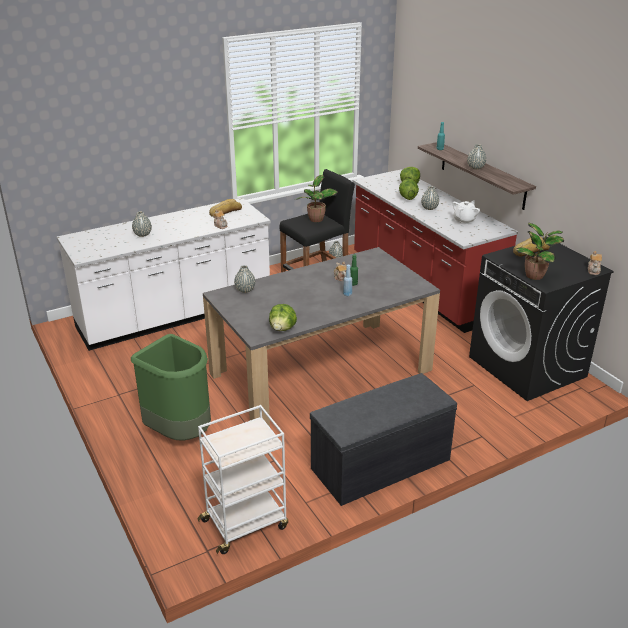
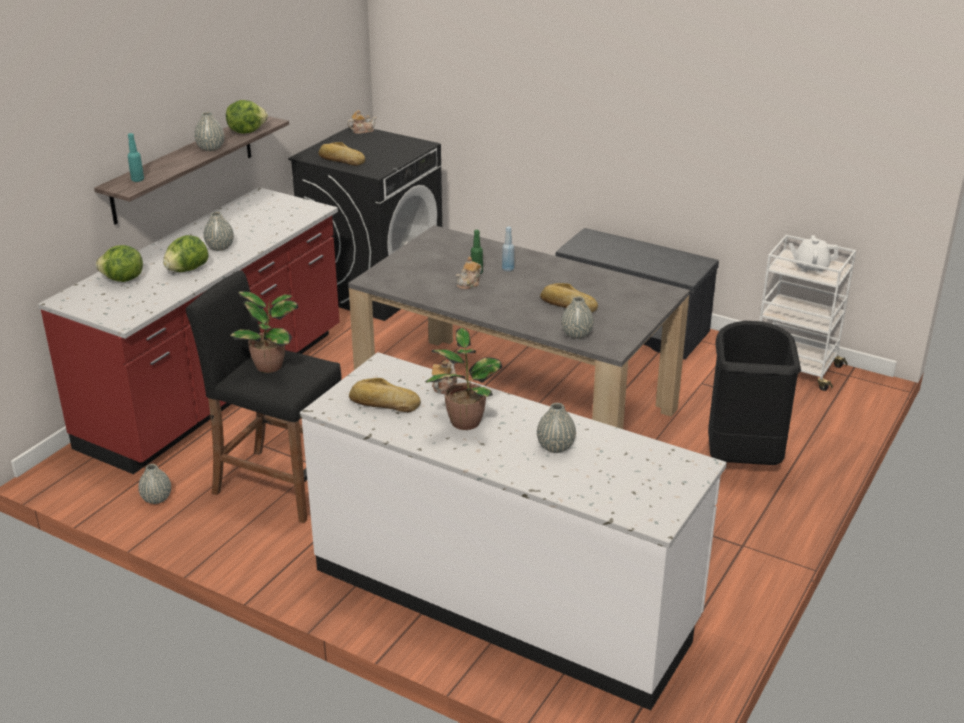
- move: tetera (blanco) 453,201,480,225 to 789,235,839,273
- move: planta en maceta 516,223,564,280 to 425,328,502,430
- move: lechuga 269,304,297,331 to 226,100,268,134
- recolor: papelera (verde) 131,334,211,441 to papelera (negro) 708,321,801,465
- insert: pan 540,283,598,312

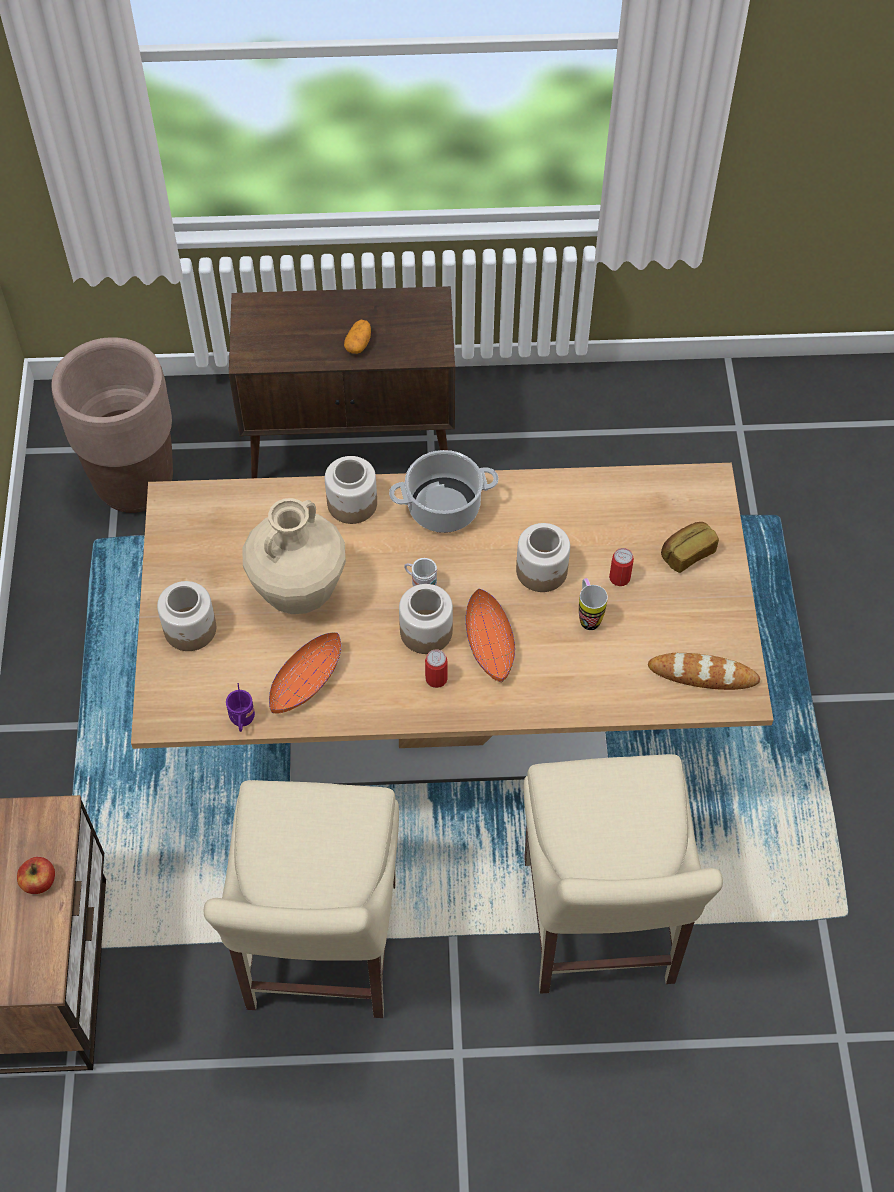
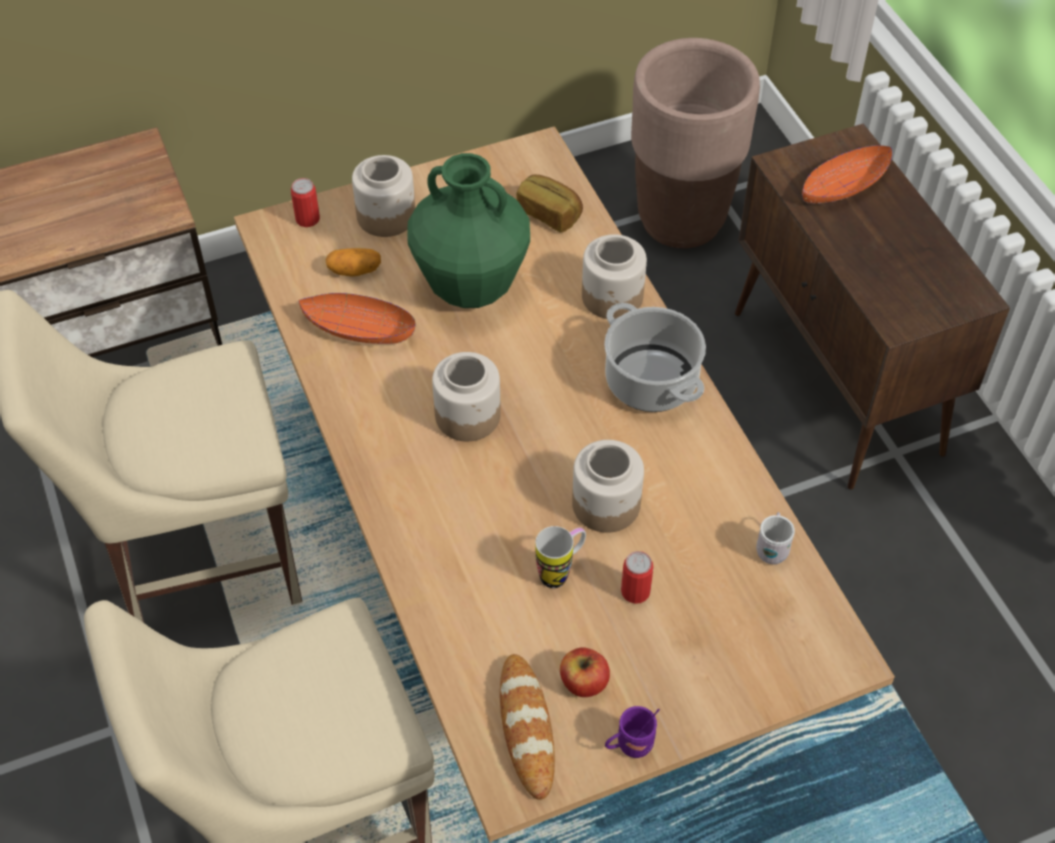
- move: patata 344,320,371,354 to 326,248,381,277
- recolor: florero (beis) 243,498,346,614 to florero (verde) 407,153,530,308
- move: pan 661,522,719,573 to 516,175,583,232
- move: taza grande (blanco) 404,558,438,586 to 756,512,795,564
- move: cuenco (naranja) 466,589,515,683 to 802,145,892,203
- move: lata 425,649,448,688 to 291,178,320,227
- move: taza grande (morado) 226,683,255,732 to 605,706,660,758
- move: manzana 17,857,55,894 to 560,648,610,697

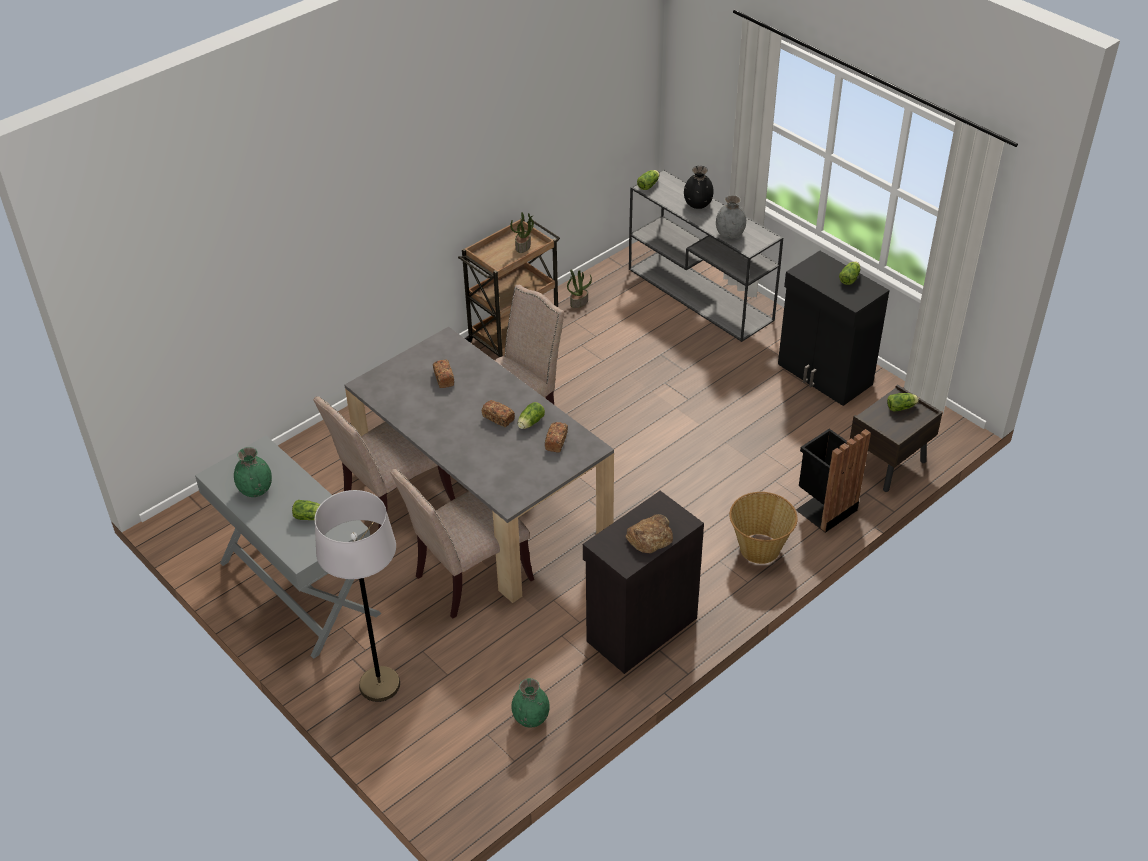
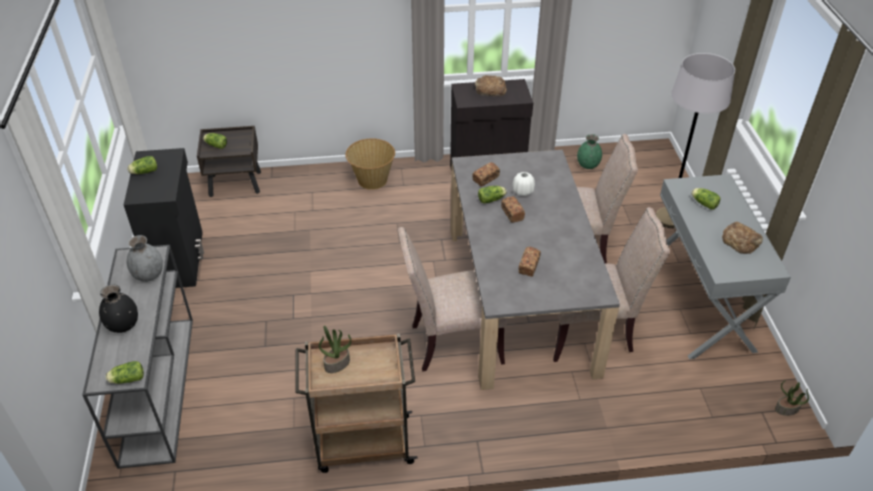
- move: planta en maceta 567,270,592,308 to 775,380,809,416
- delete: papelera (negro) 796,429,871,533
- replace: florero (verde) 234,447,272,497 to pan 722,222,763,254
- insert: florero (blanco) 512,172,535,196

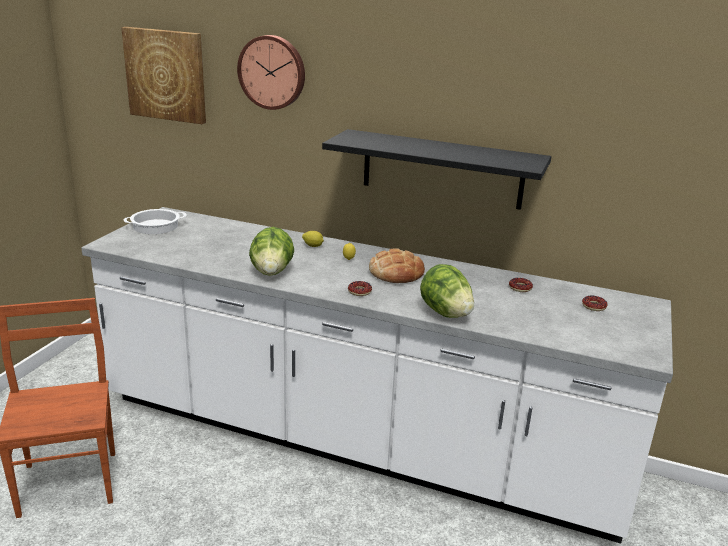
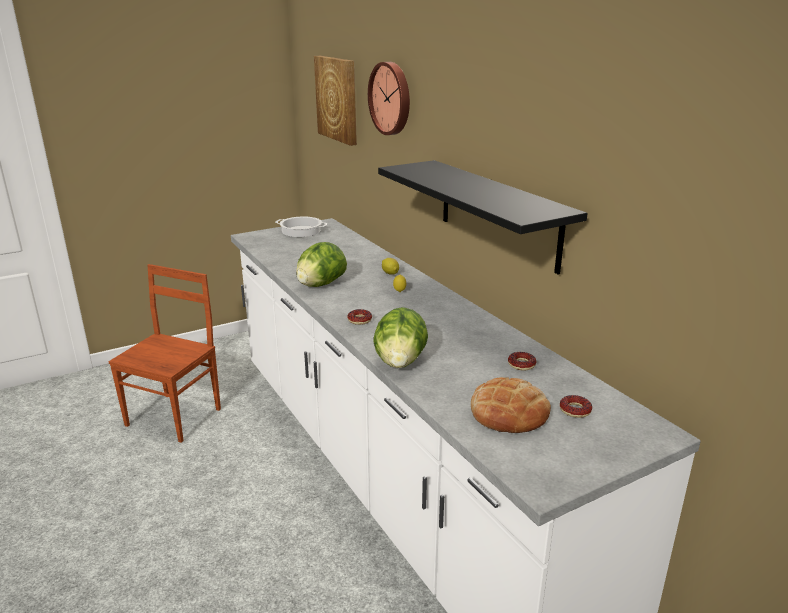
- move: pan 369,248,425,283 to 471,377,551,433

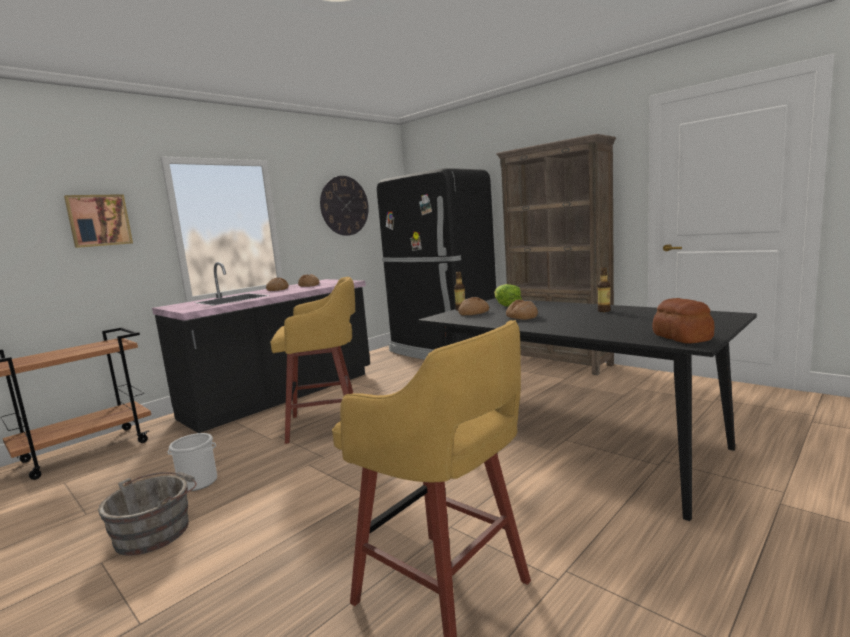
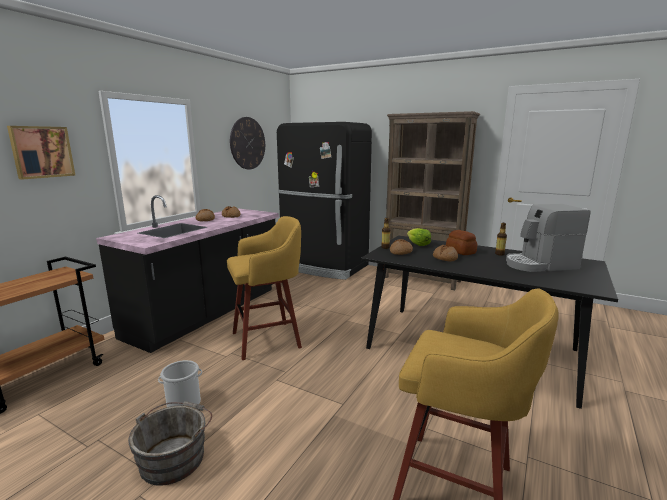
- move: pan 653,298,714,343 to 446,230,477,255
- insert: cafetera 506,204,591,272

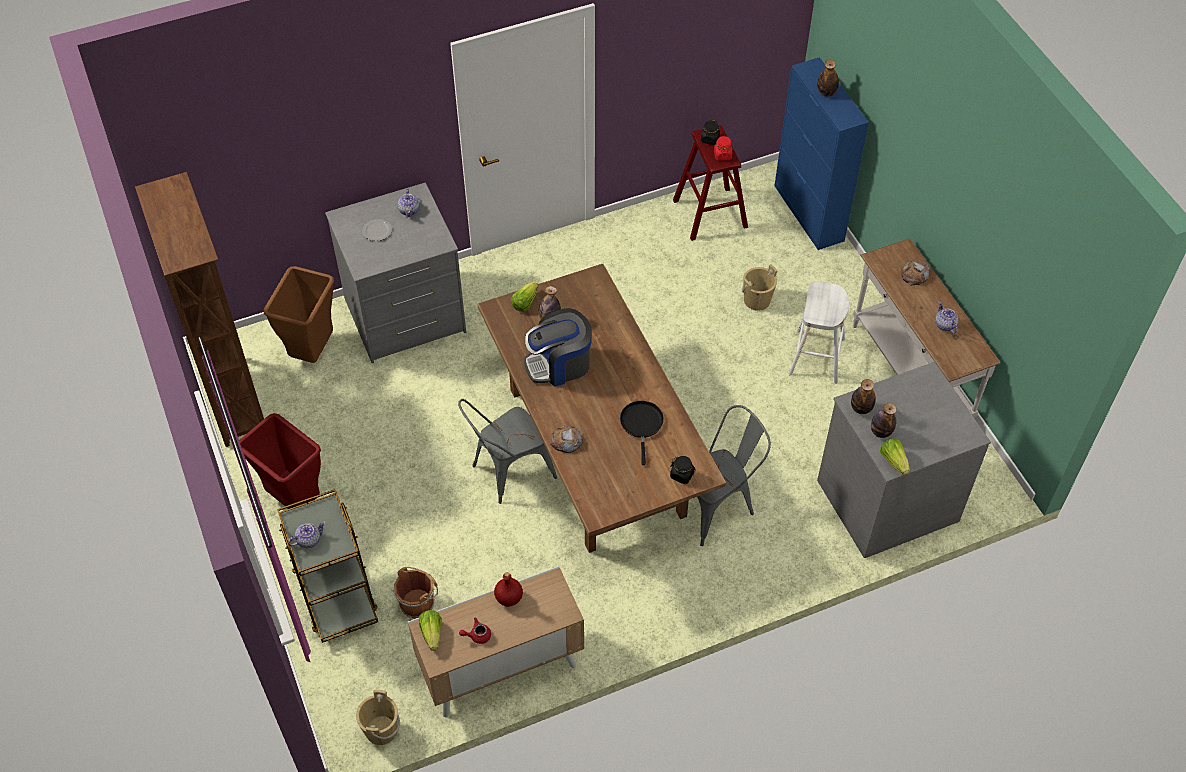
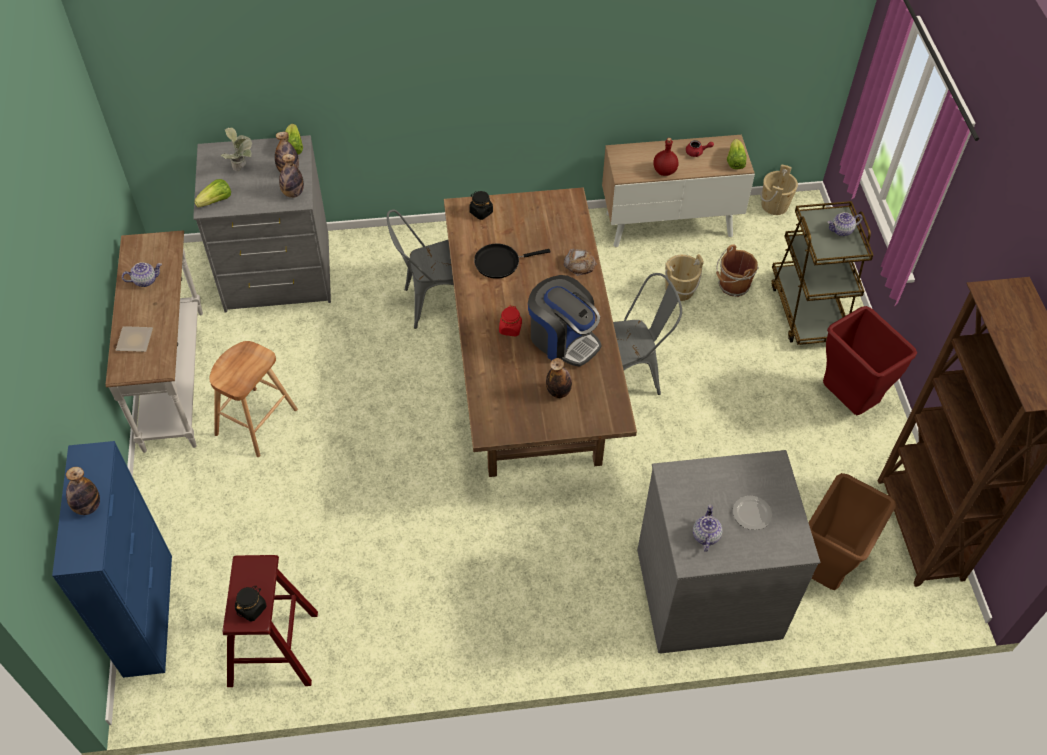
- move: tarro (rojo) 714,136,732,160 to 499,306,522,337
- replace: pan 901,260,929,285 to plato 116,326,153,352
- move: cubo (beis) 742,264,777,311 to 665,254,704,301
- recolor: taburete (blanco) 789,281,849,384 to taburete (marrón) 209,341,298,457
- move: lechuga 511,282,538,312 to 194,179,231,207
- rotate: tetera 935,302,958,334 = 122,262,162,287 105 degrees counterclockwise
- rotate: cafetera 524,308,592,387 = 528,275,601,367 45 degrees clockwise
- rotate: sartén (negro) 620,401,664,465 = 474,244,550,279 60 degrees clockwise
- insert: planta en maceta 221,127,252,171

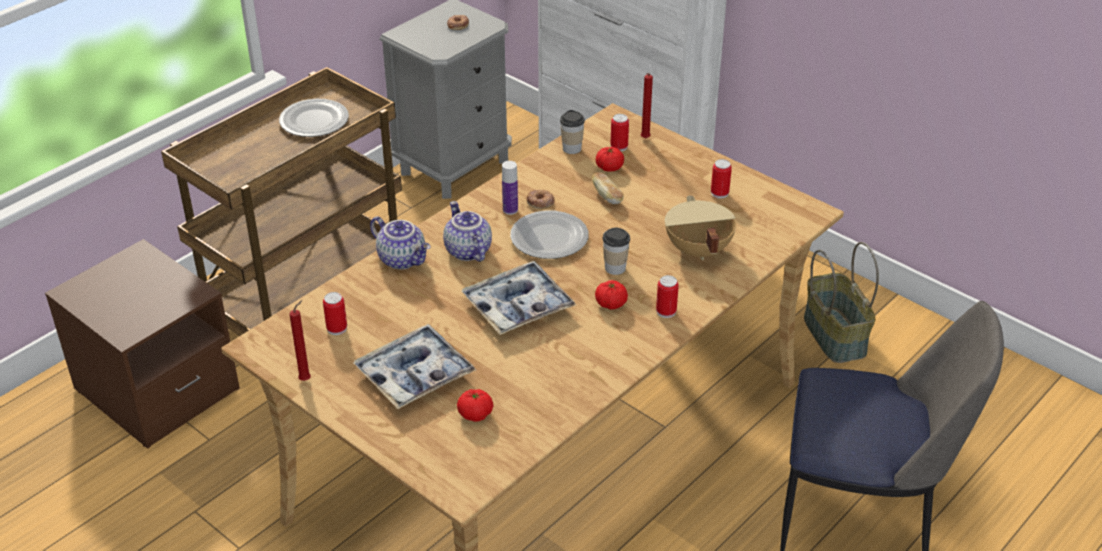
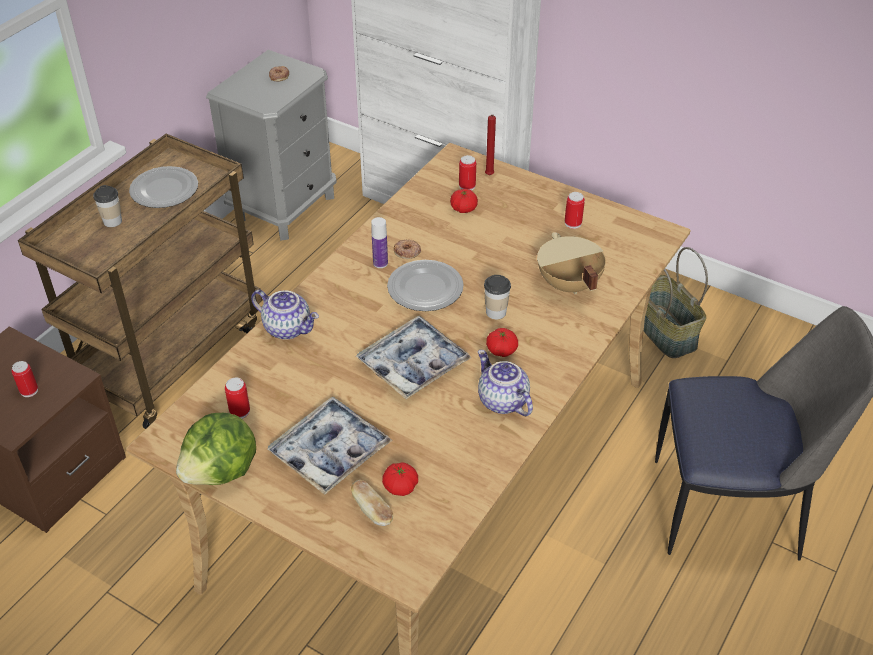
- move: taza 560,110,585,154 to 93,185,122,227
- move: pan 592,172,624,204 to 351,480,394,526
- move: tetera 443,201,492,262 to 478,350,533,416
- move: lata 656,275,679,318 to 11,361,38,397
- replace: vela (rojo) 289,300,311,381 to lechuga 176,413,256,485

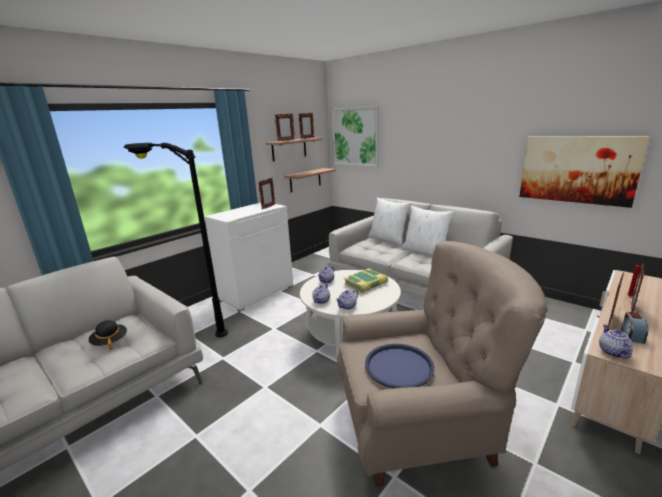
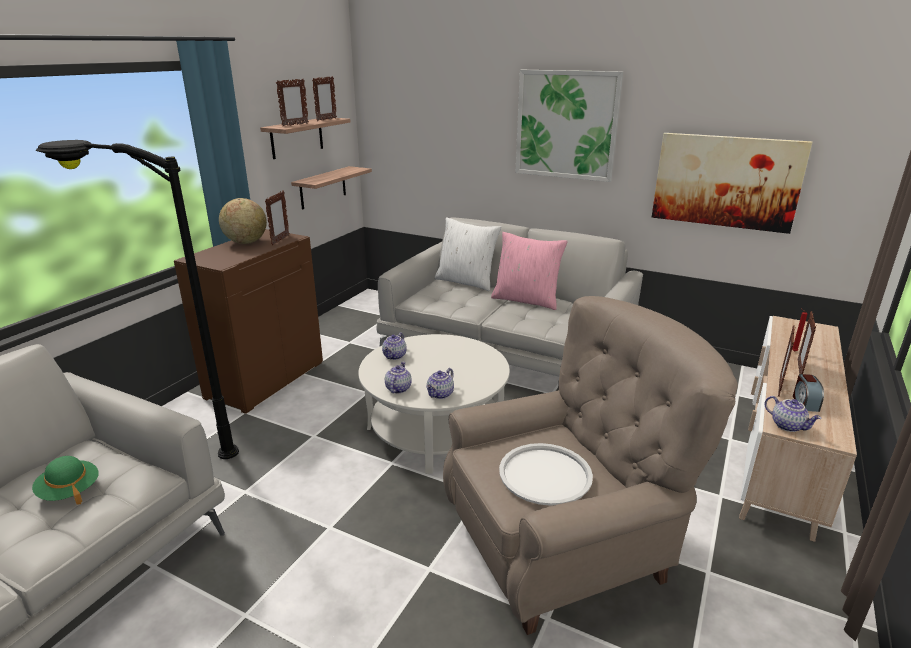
- move: cuadro 332,106,379,167 to 515,70,623,182
- recolor: armario (blanco) 204,202,294,312 to armario (marrón) 174,229,323,414
- recolor: cojín (blanco) 402,206,454,255 to cojín (rosa) 491,232,568,310
- delete: libro 344,268,388,293
- recolor: sombrero (negro) 88,320,127,350 to sombrero (verde) 32,456,99,505
- rotate: tetera 599,324,633,359 = 764,396,822,432 150 degrees clockwise
- recolor: bandeja (azul) 365,344,434,388 to bandeja (blanco) 499,443,593,506
- insert: globo terráqueo 219,198,267,244

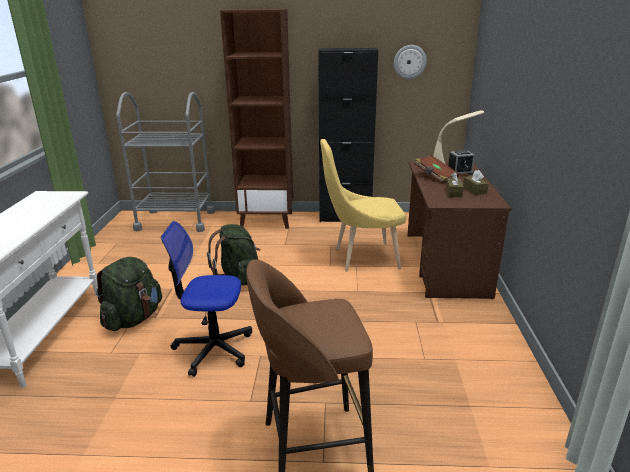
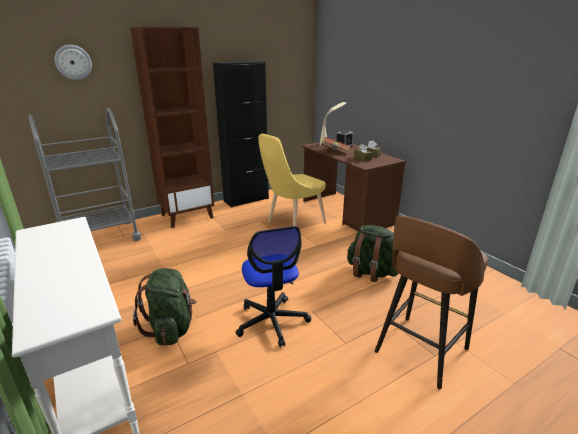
- move: reloj de pared 394,45,427,79 to 55,45,92,80
- rotate: silla de oficina 161,221,252,377 = 235,226,311,347 75 degrees counterclockwise
- move: mochila (verde) 207,224,260,286 to 347,225,399,282

